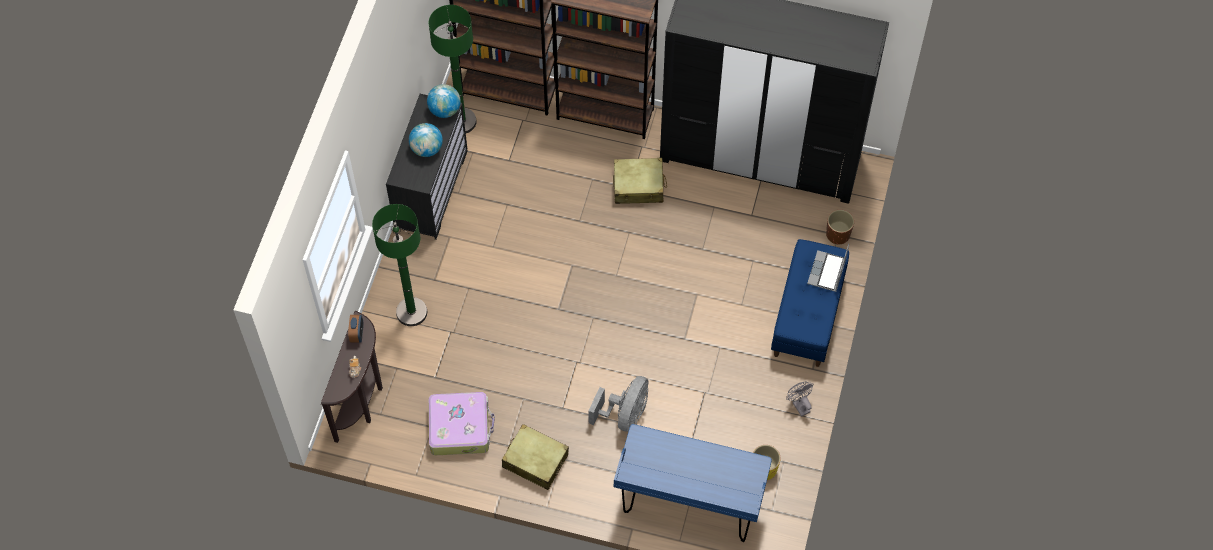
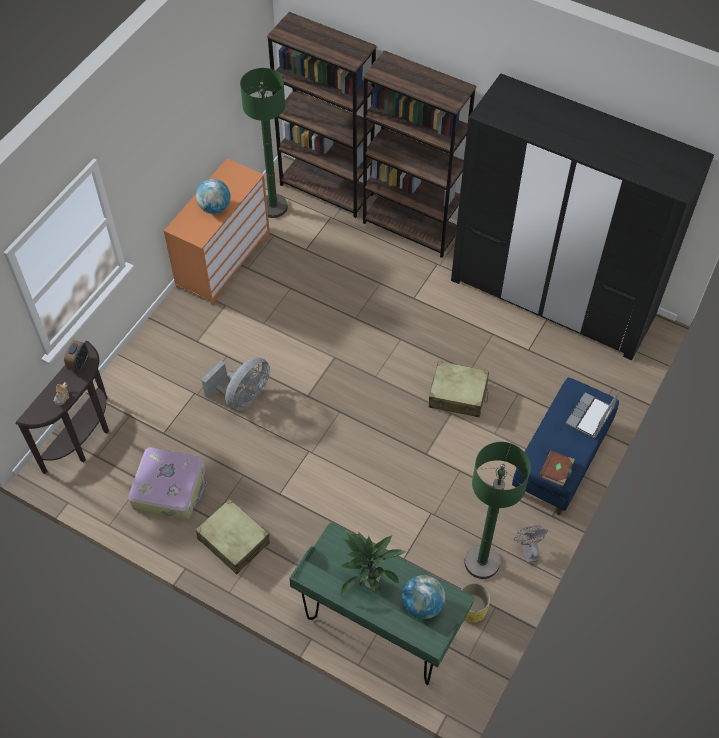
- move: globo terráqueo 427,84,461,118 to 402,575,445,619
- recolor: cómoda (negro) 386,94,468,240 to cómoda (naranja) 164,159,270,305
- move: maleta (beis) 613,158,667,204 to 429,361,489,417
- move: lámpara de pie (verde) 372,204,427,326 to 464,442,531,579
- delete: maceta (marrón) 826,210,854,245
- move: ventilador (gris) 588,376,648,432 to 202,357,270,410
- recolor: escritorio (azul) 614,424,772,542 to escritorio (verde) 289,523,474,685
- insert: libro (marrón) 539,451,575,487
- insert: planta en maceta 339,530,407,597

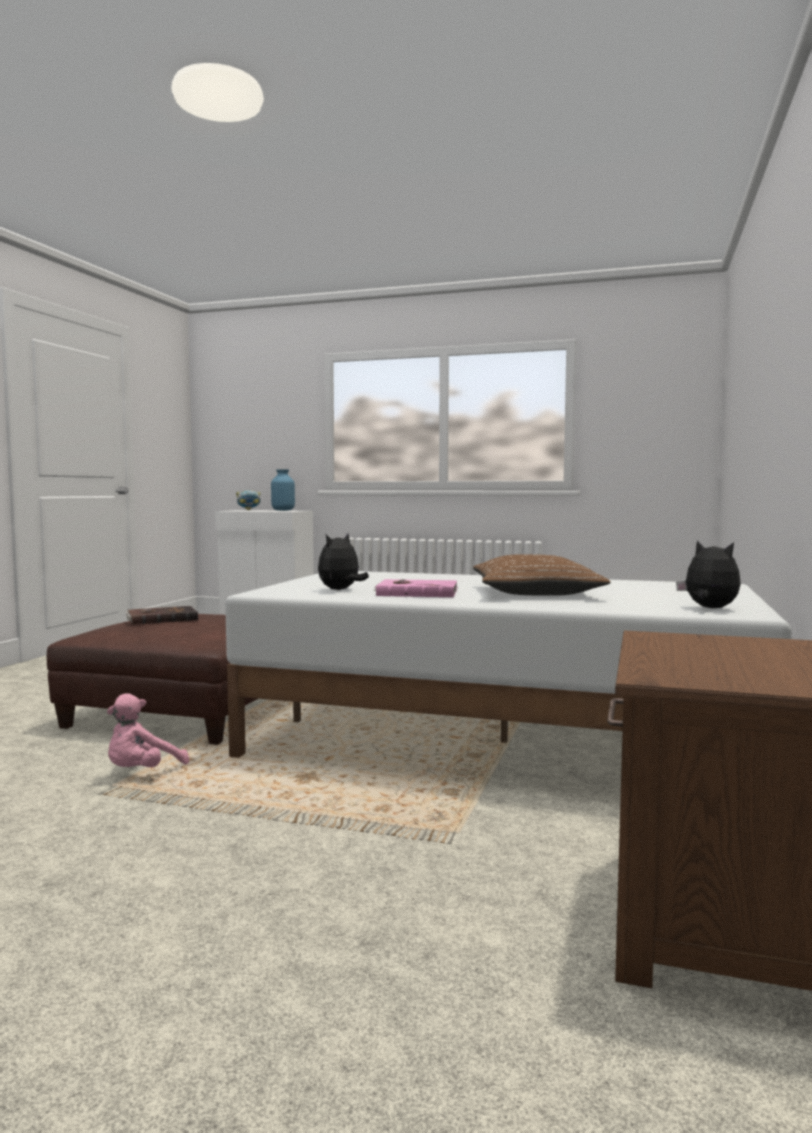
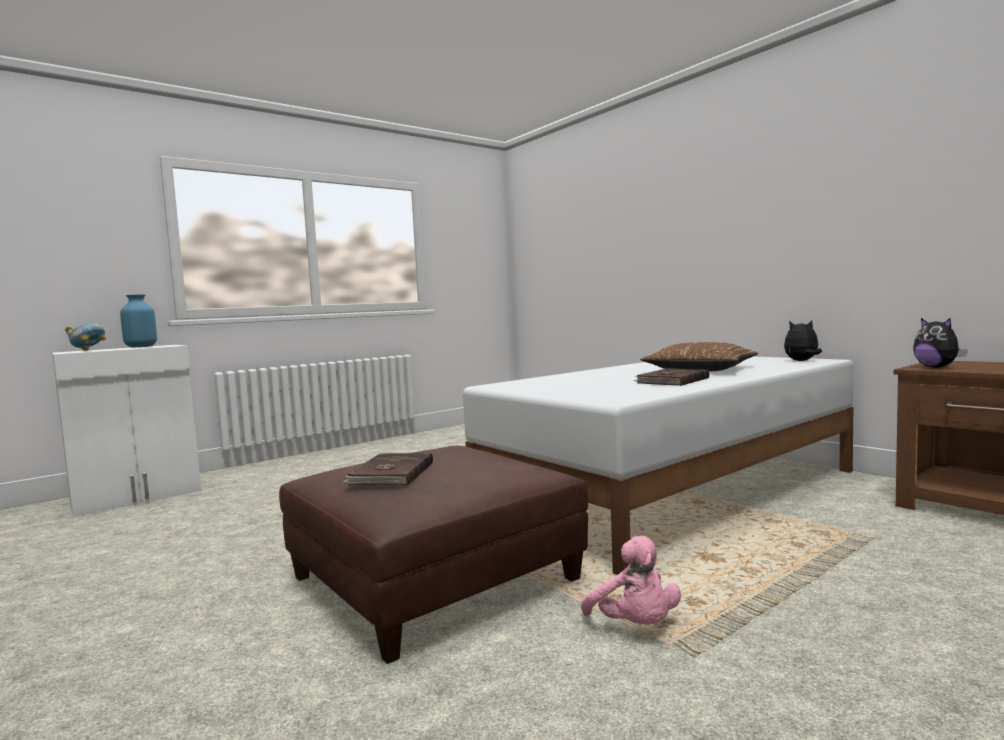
- move: peluche 318,533,369,590 to 913,318,968,368
- recolor: libro (rosa) 374,579,458,597 to libro (marrón) 633,368,709,386

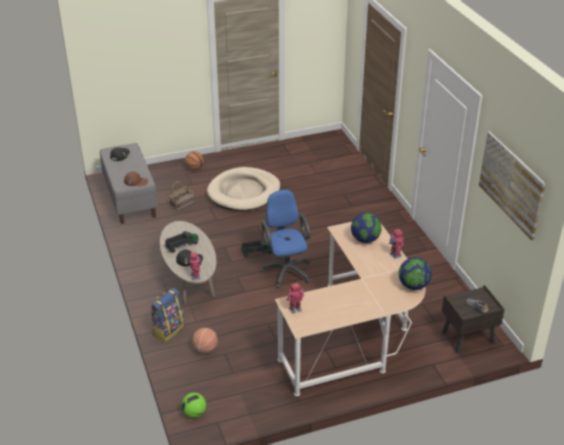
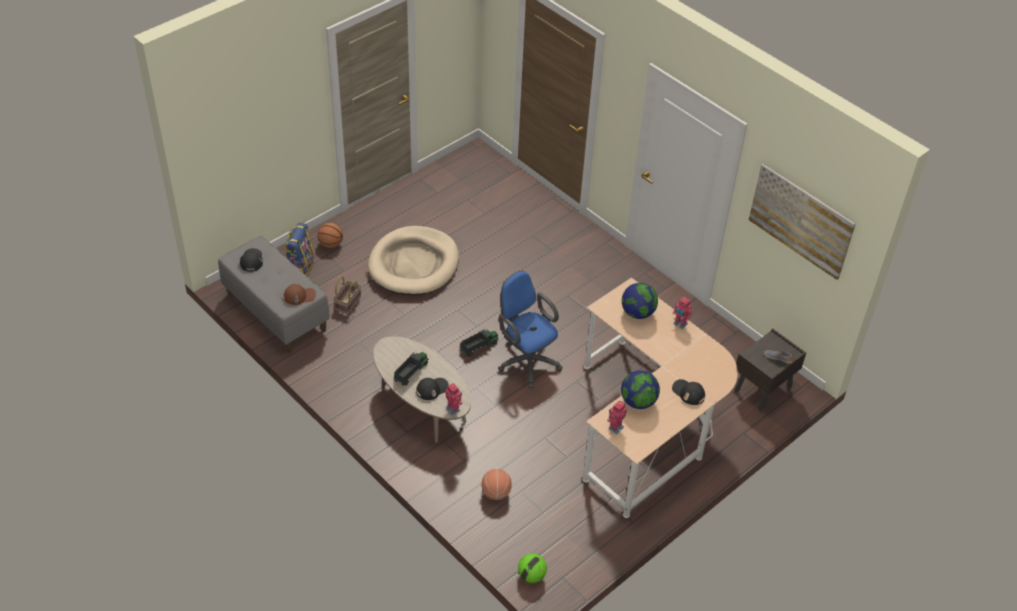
- move: globo terráqueo 399,257,432,290 to 621,370,660,409
- move: mochila 150,288,184,342 to 285,222,314,276
- insert: gorra (negro) 672,379,705,405

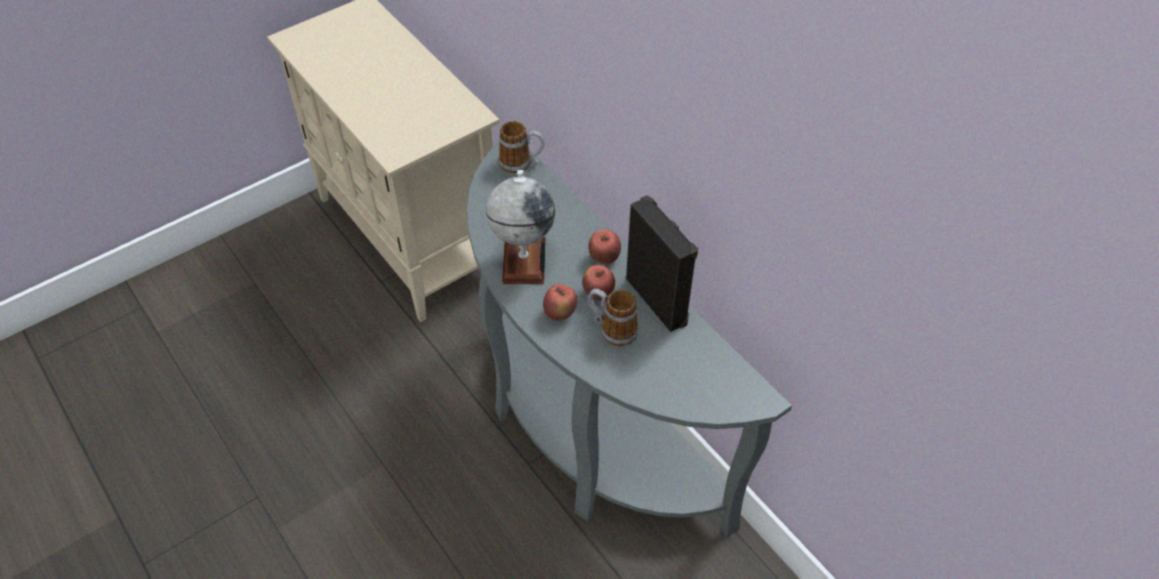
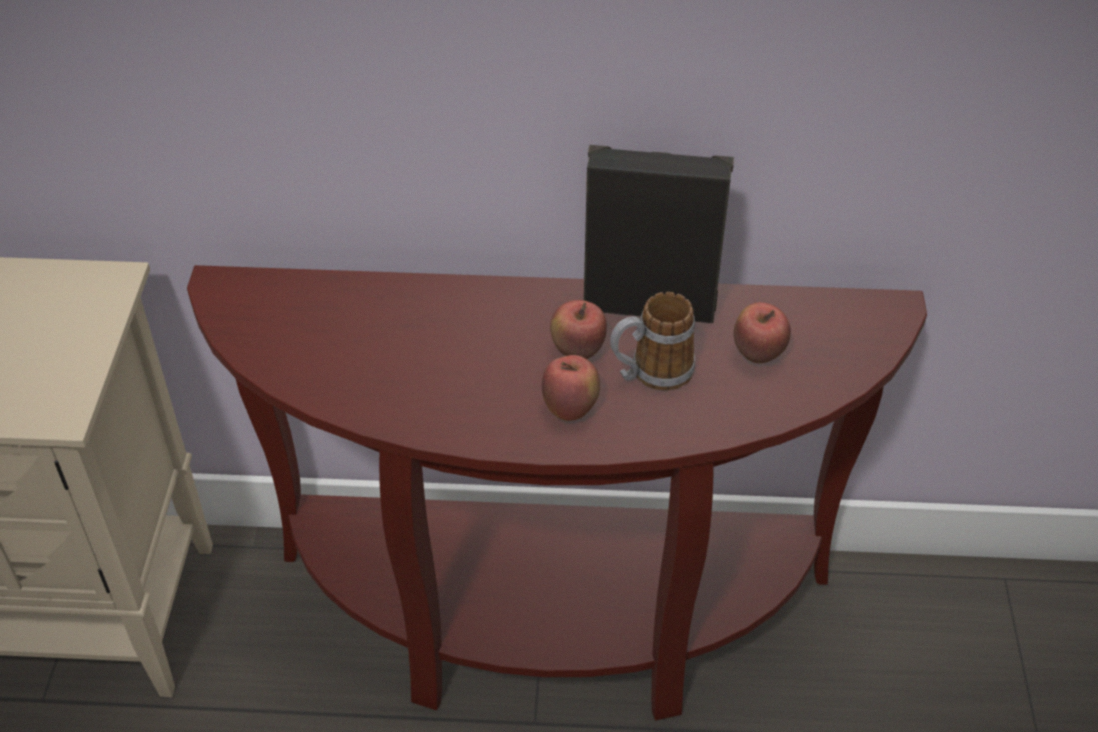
- delete: taza grande 498,121,545,173
- recolor: mesa consola (gris) 467,140,792,538 to mesa consola (marrón) 187,265,927,720
- delete: globo terráqueo 486,170,555,284
- move: manzana 588,229,621,264 to 733,302,791,363

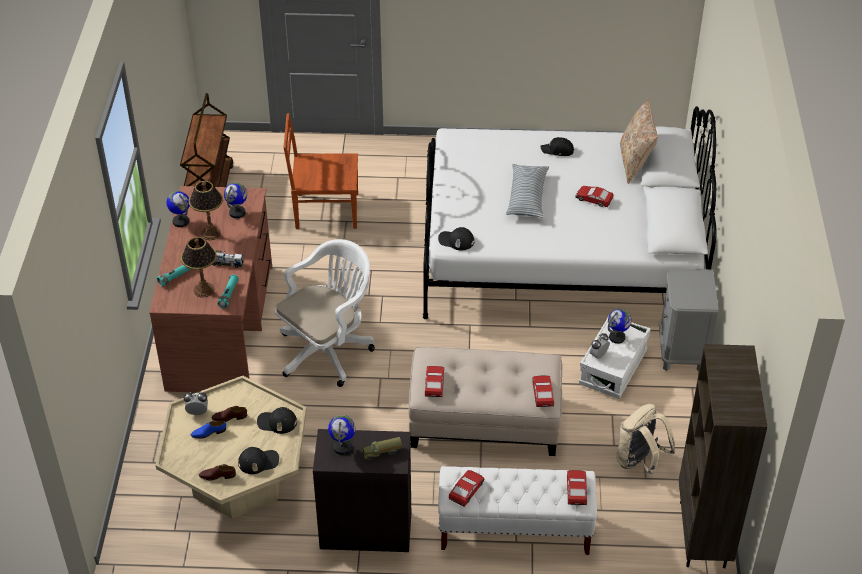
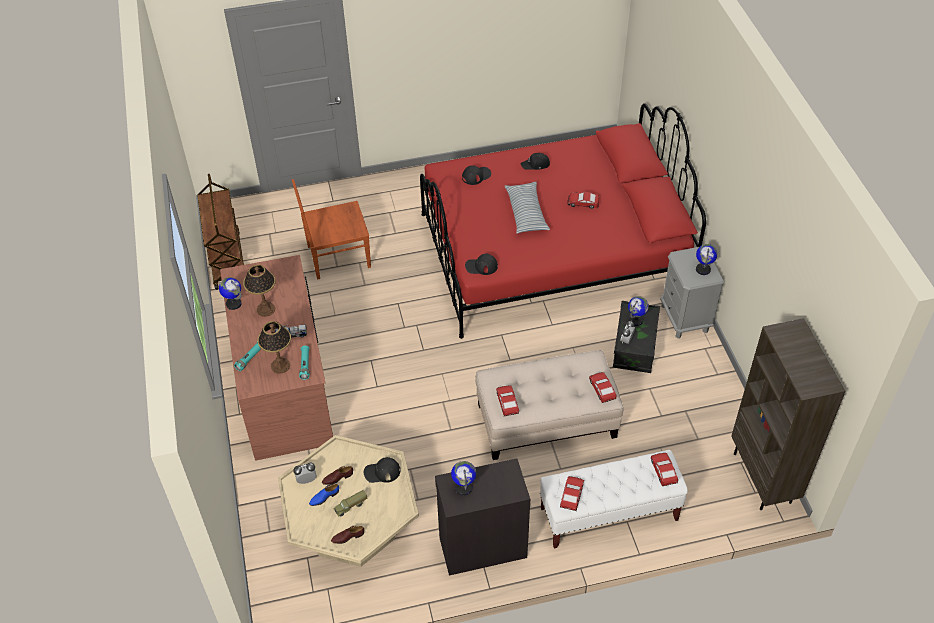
- delete: cojín (beis) 620,97,658,184
- recolor: cama (blanco) 423,106,717,319 to cama (rojo) 420,103,706,339
- move: globo terráqueo 224,183,247,218 to 696,244,718,275
- delete: silla de oficina (blanco) 275,239,375,387
- recolor: caja de almacenaje (blanco) 579,314,651,399 to caja de almacenaje (negro) 613,301,660,373
- delete: mochila (beis) 616,404,675,475
- move: camión de juguete 362,437,402,460 to 334,490,367,517
- move: gorra (negro) 238,447,279,474 to 462,165,491,185

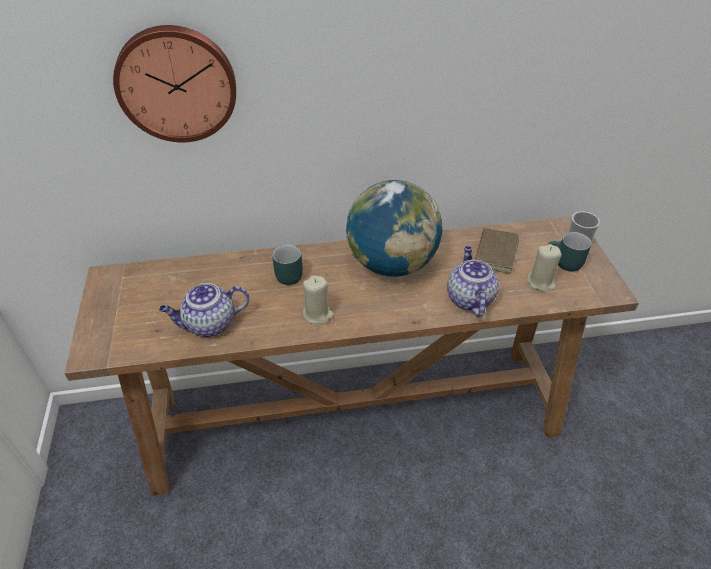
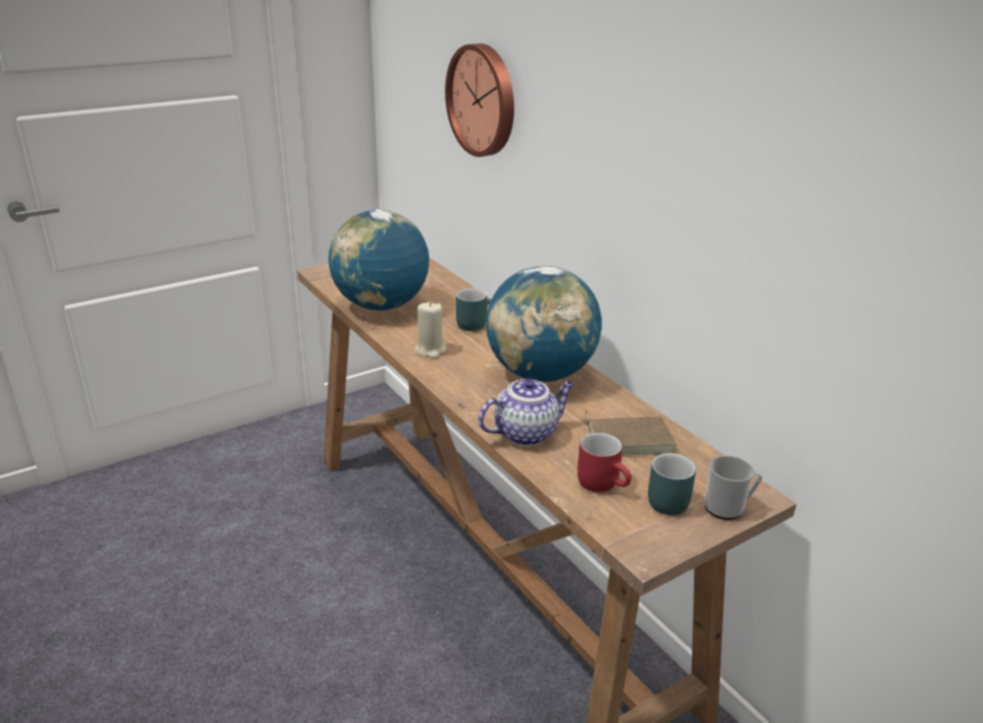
- replace: vela (beis) 527,244,562,292 to taza grande (rojo) 577,433,631,492
- replace: tetera 159,283,249,337 to globo terráqueo 328,209,429,311

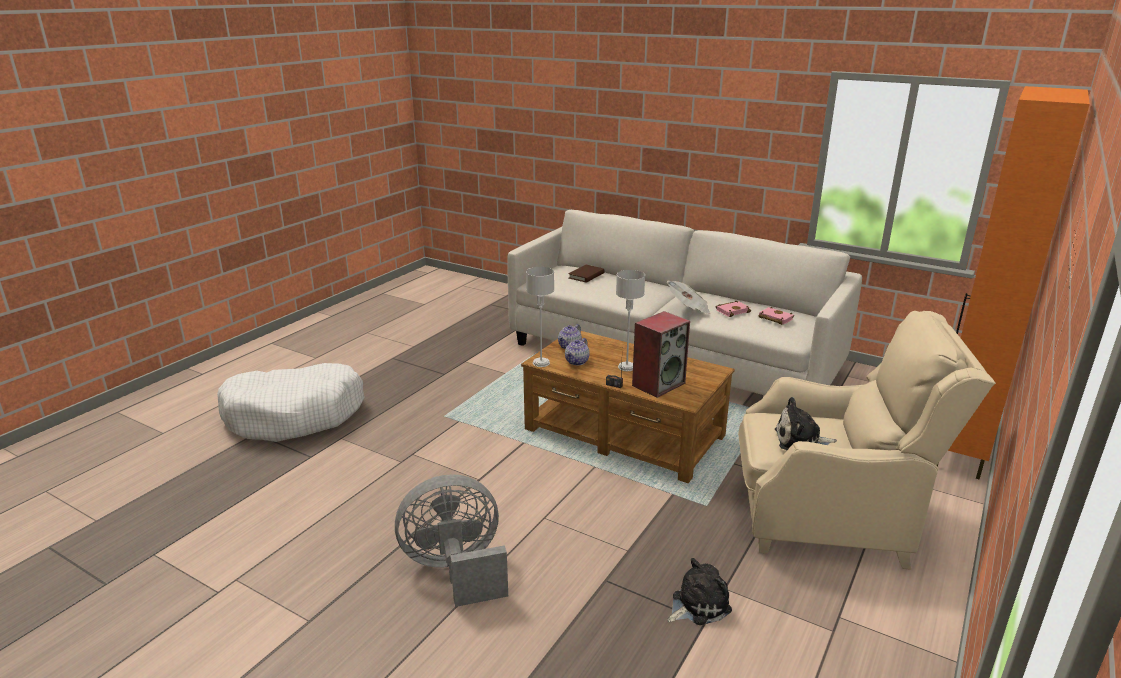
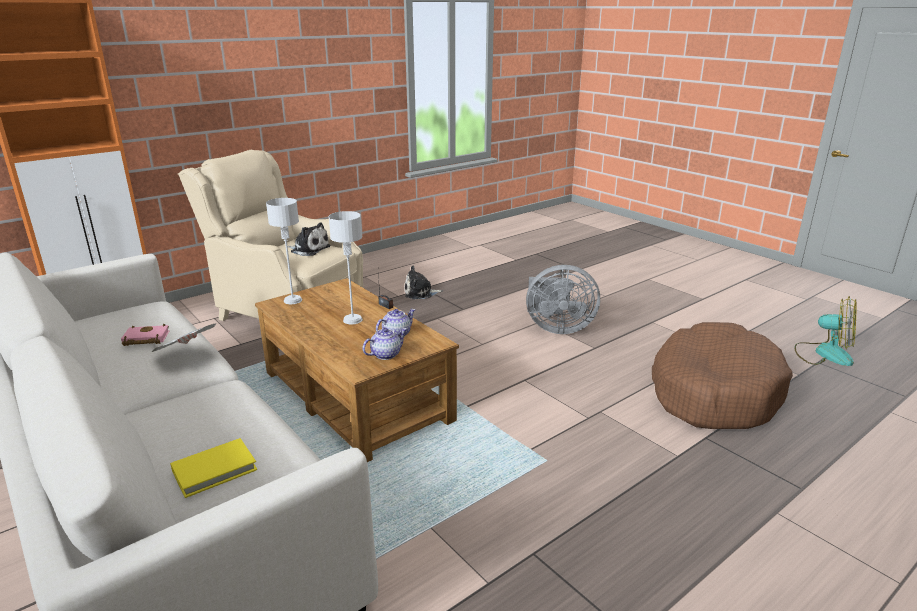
- recolor: libro (marrón) 568,265,605,283 to libro (amarillo) 170,438,257,498
- move: lámpara de mesa (gris) 526,267,554,367 to 266,198,302,304
- delete: libro (rosa) 758,307,794,325
- delete: altavoz 632,311,690,398
- delete: cama para perro (blanco) 217,363,364,442
- insert: ventilador 794,296,857,366
- insert: cama para perro (marrón) 652,322,793,429

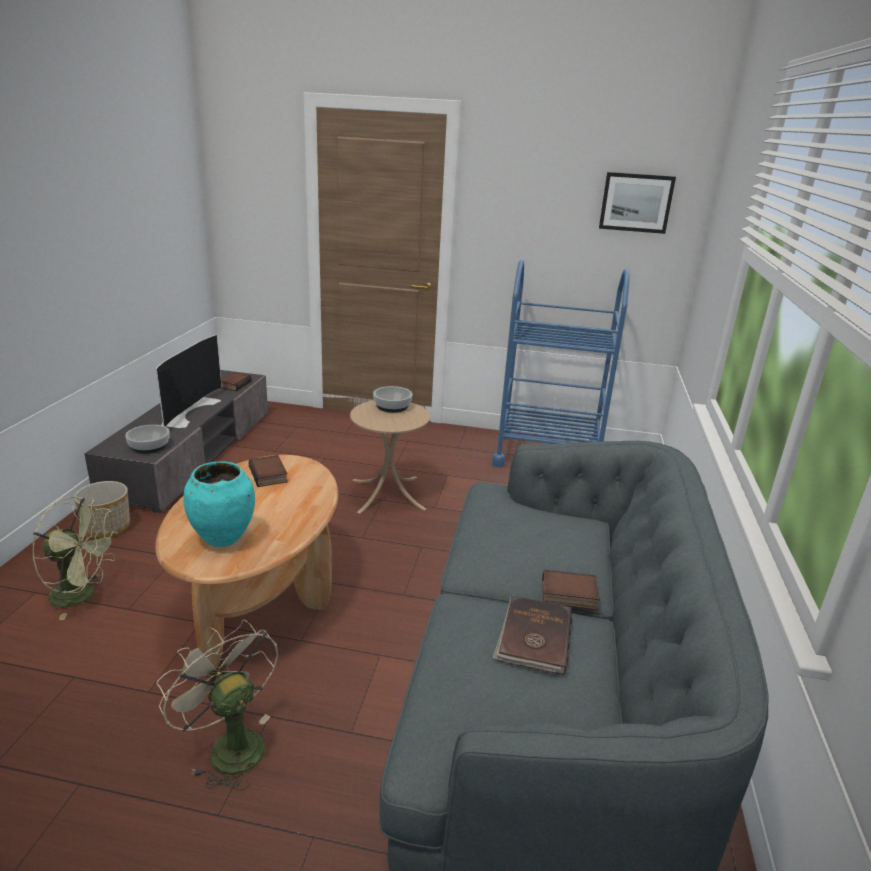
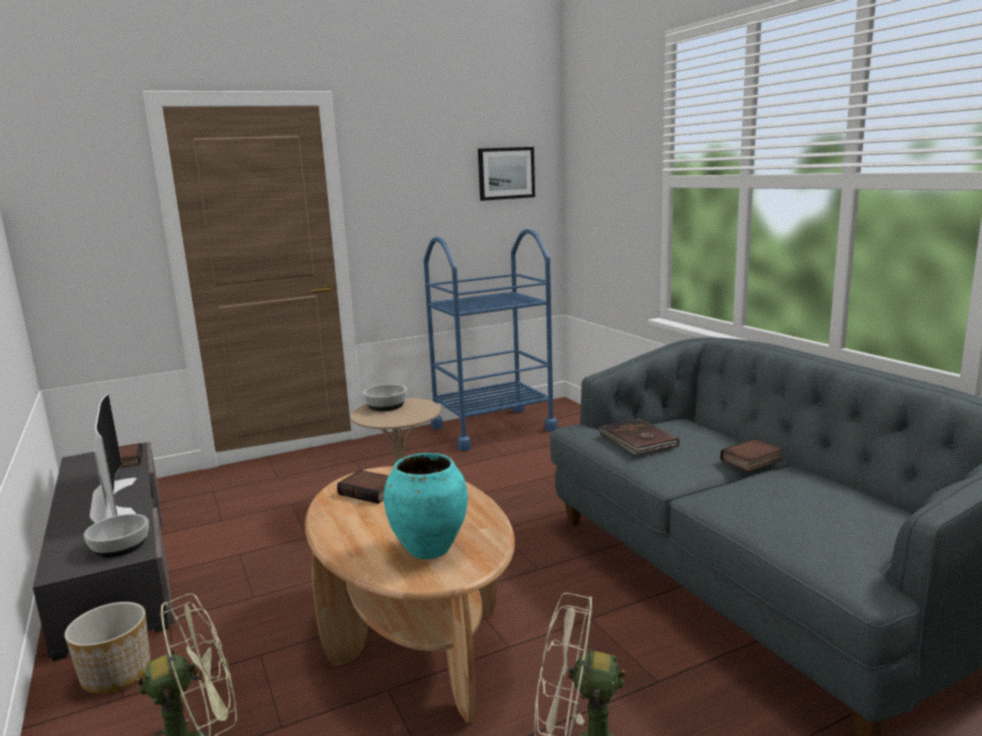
- move: libro (marrón) 492,596,572,675 to 599,418,679,456

